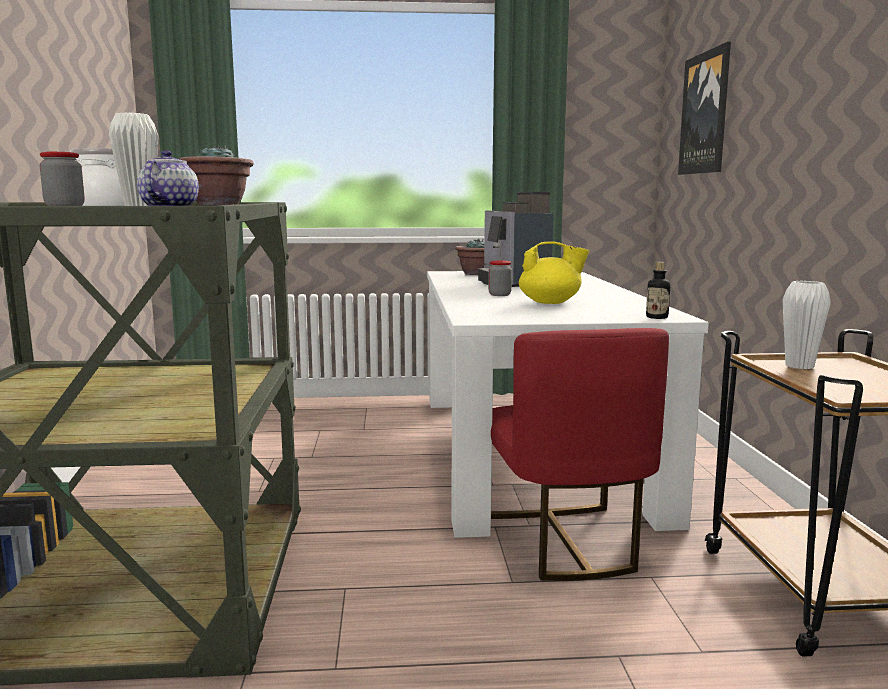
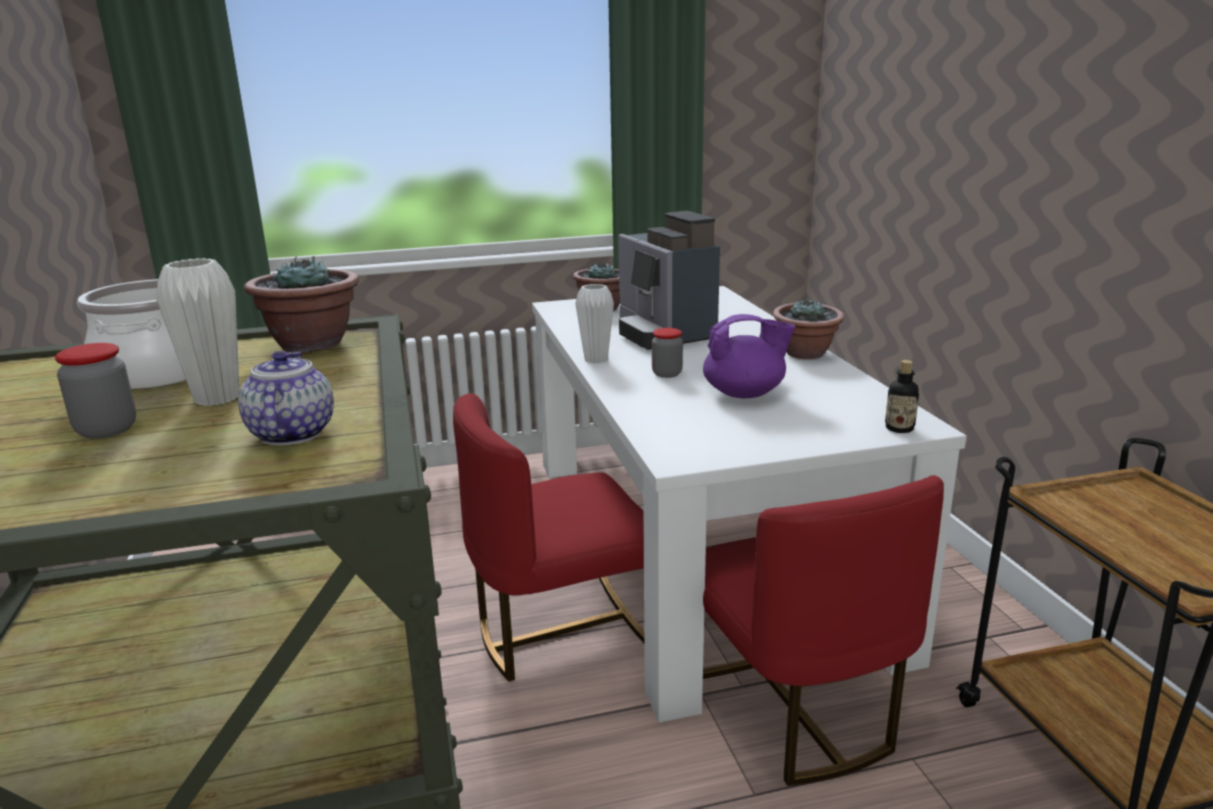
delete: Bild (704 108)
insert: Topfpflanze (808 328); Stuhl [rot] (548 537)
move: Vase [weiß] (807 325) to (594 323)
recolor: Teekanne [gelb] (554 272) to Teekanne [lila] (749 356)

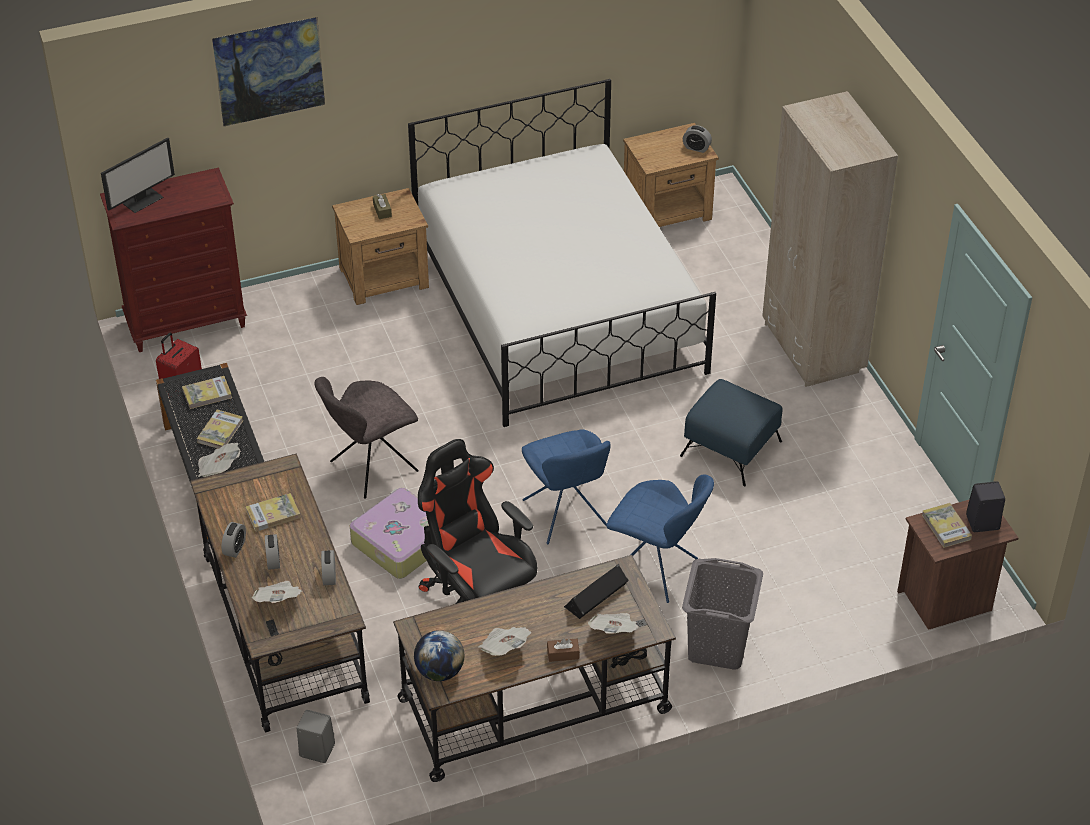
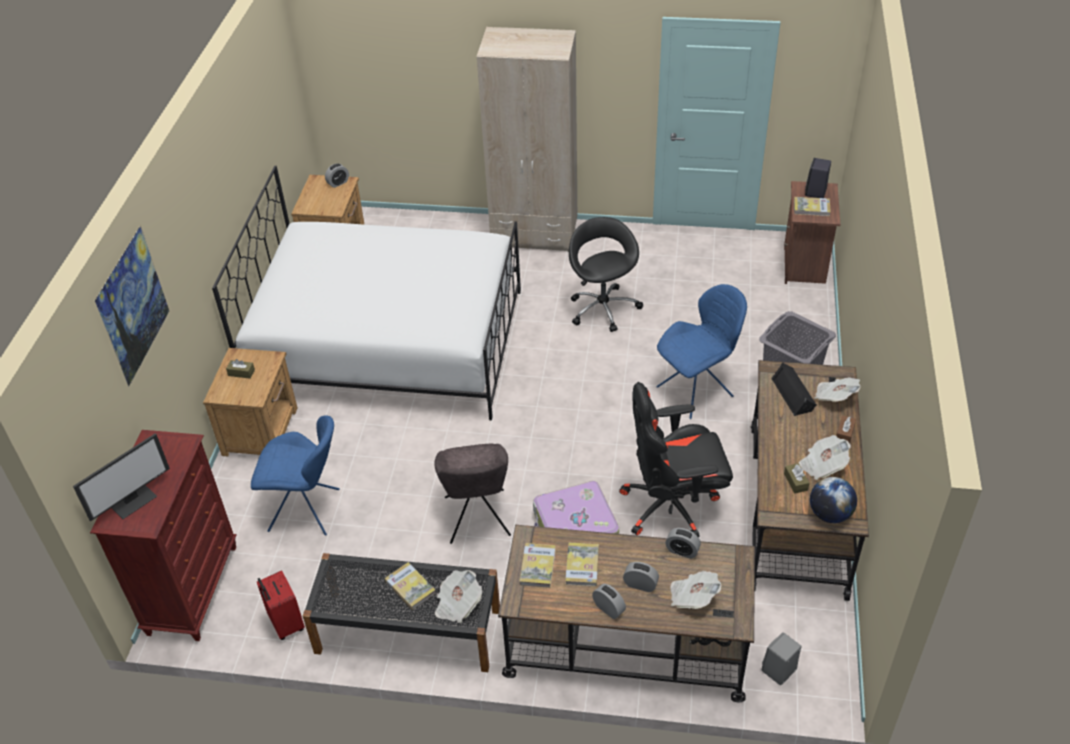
insert: Taschentuchbox [braun] (796 478)
move: Buch (207 392) to (537 565); Stuhl [blau] (566 486) to (295 476)
replace: Polsterhocker [blau] (731 432) to Bürostuhl [schwarz] (606 274)
rotate: Monitor (138 175) = (121 477) 60 degrees clockwise

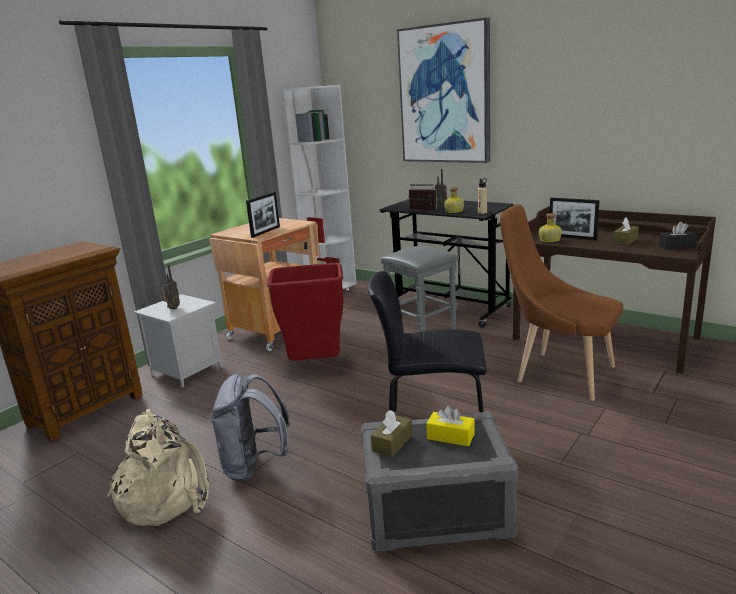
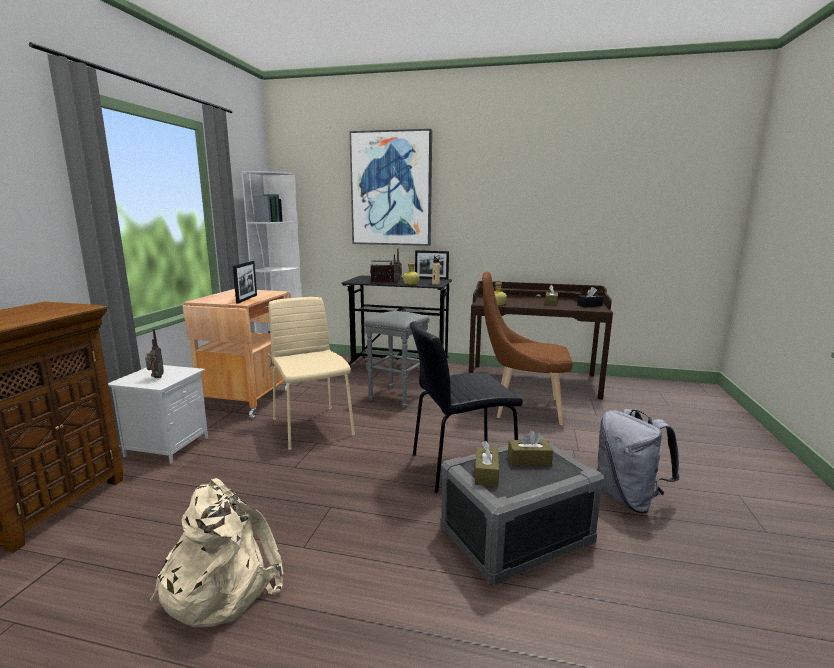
move: Bilderrahmen (575 218) to (432 265); Rucksack [grau] (250 428) to (638 461)
replace: Mülleimer [rot] (305 312) to Stuhl [beige] (311 373)
recolor: Taschentuchbox [gelb] (450 426) to Taschentuchbox [braun] (530 448)

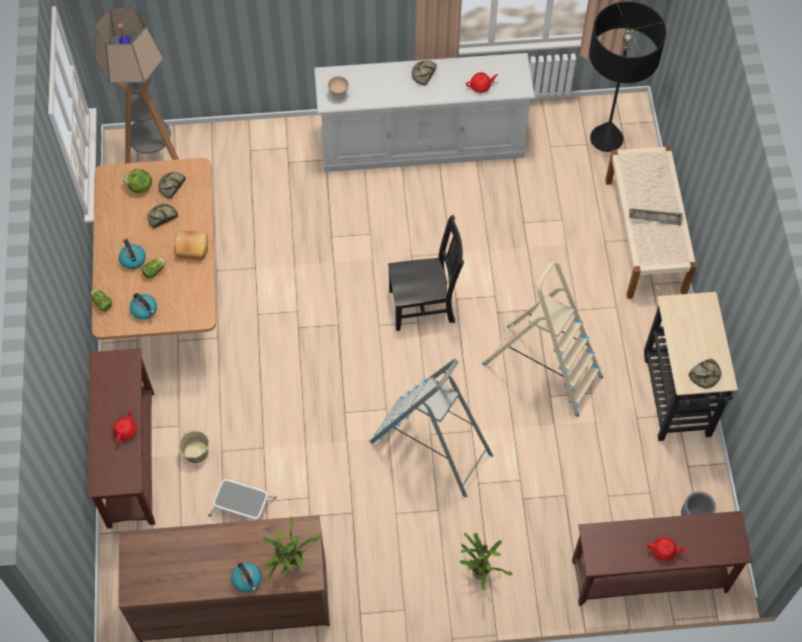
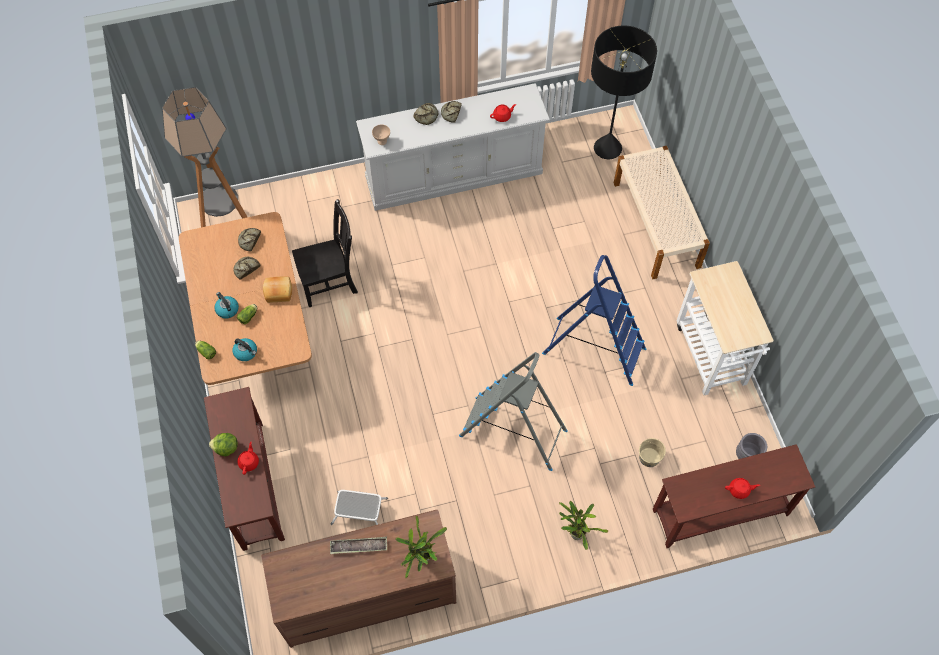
delete: Wasserkessel (246 578)
move: Salatkopf (137 181) to (223 445); Tablett (656 216) to (358 545); Stuhl [schwarz] (426 273) to (325 253); Brot (704 373) to (425 114); Eimer [beige] (193 446) to (652 452)
recolor: Trittleiter [beige] (542 339) to Trittleiter [blau] (594 320); Rollwagen [schwarz] (691 366) to Rollwagen [weiß] (725 328)

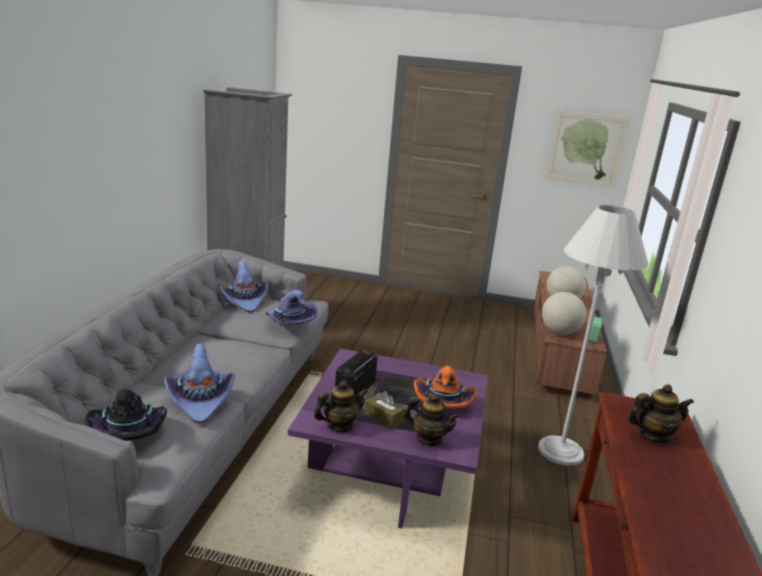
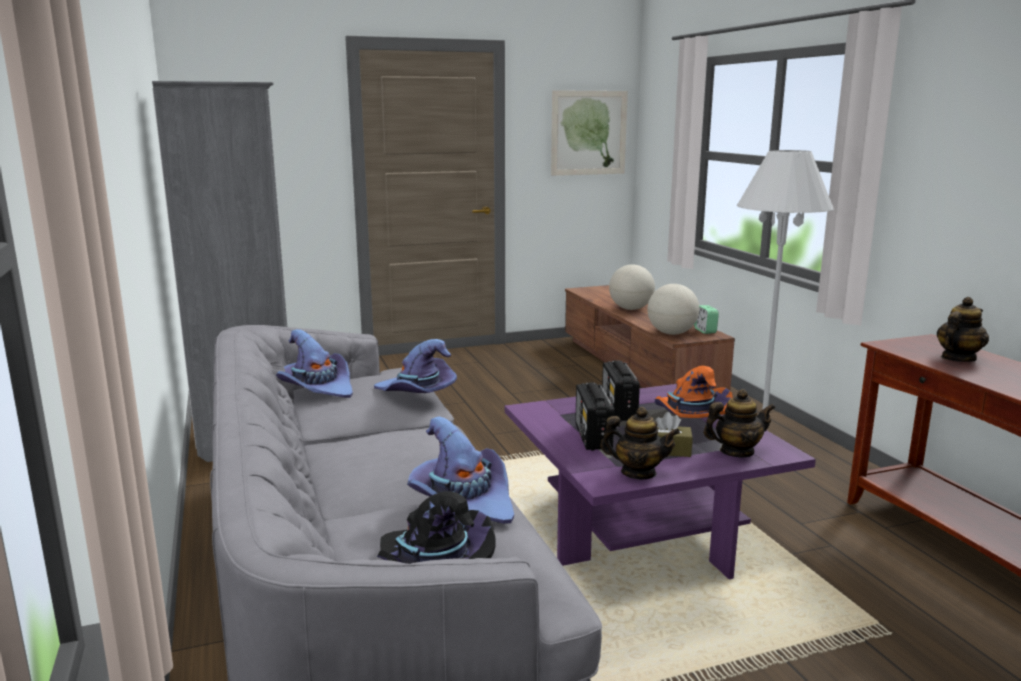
insert: Radio (621 391)
rotate: Teekanne (341 406) = (640 443) 75 degrees clockwise

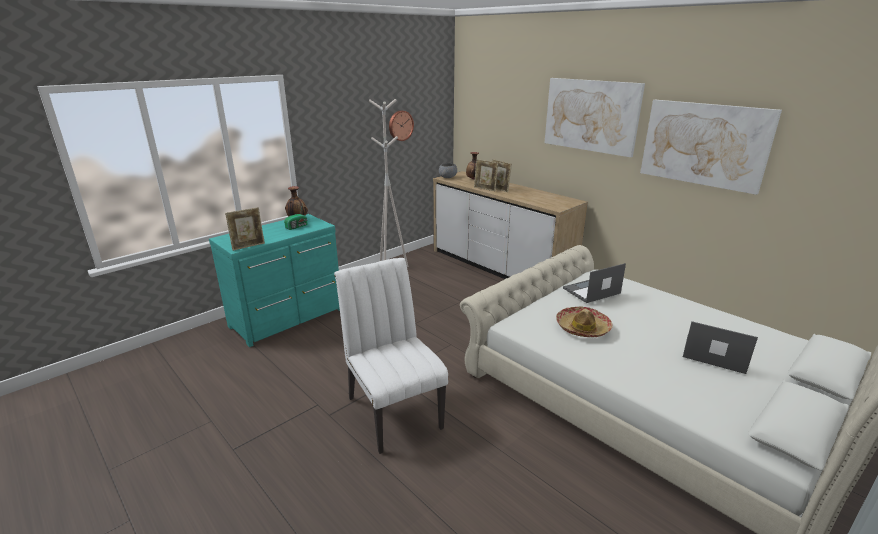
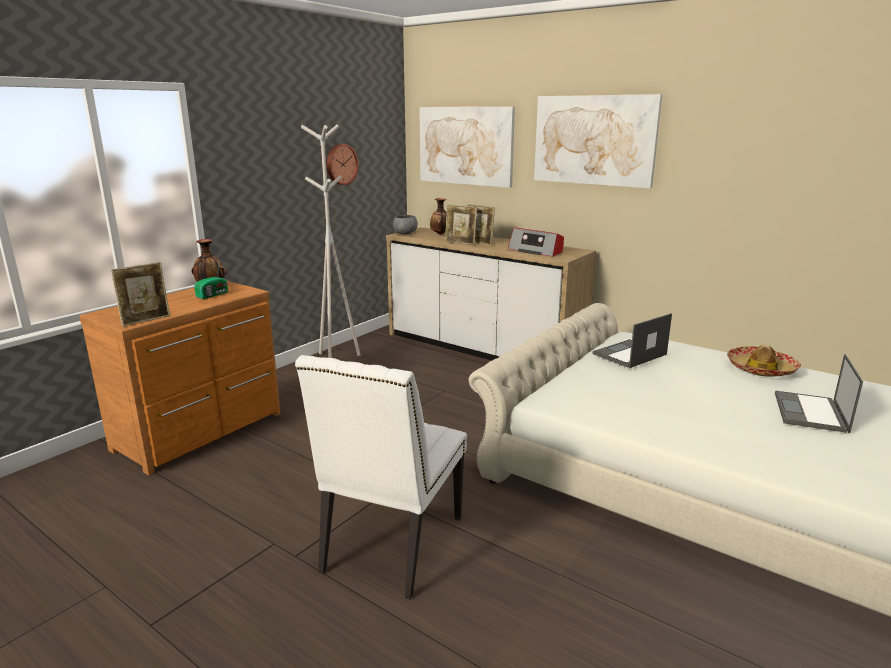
insert: Radio (536 242)
move: Bild (711 147) to (467 147); Hut (584 321) to (764 360)
recolor: Kommode [türkis] (274 280) to Kommode [braun] (179 378)
rotate: Stuhl [weiß] (391 356) = (381 477) 120 degrees counterclockwise; Laptop (720 347) = (819 393) 90 degrees counterclockwise

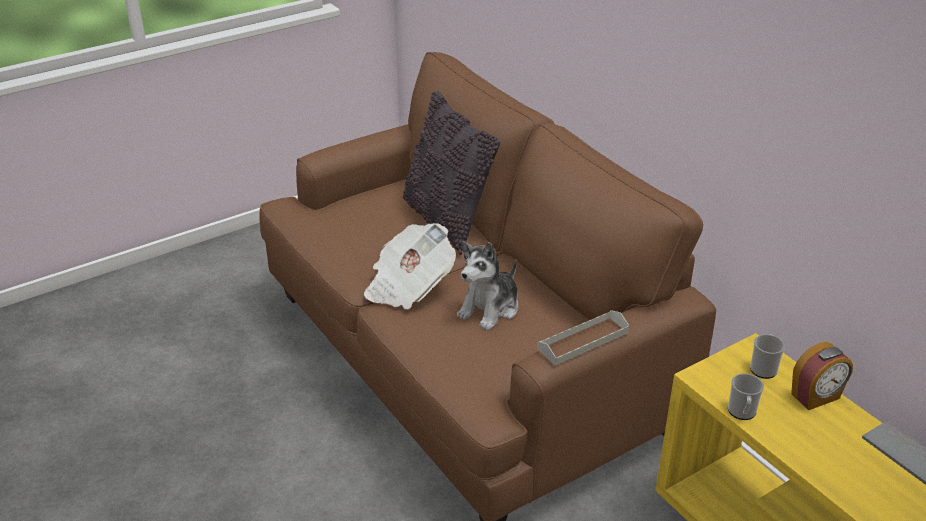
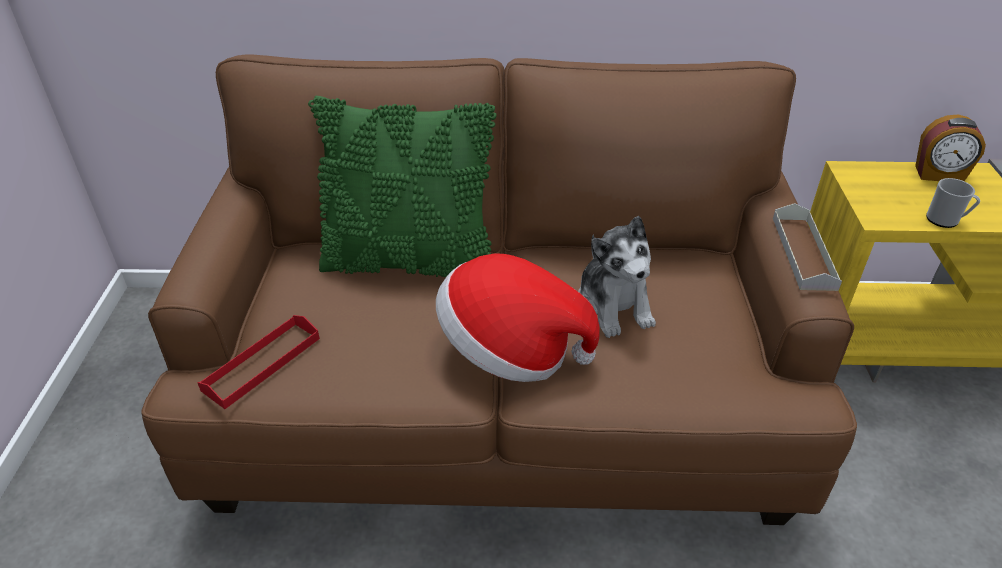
delete: Henkelbecher (767 356)
insert: Tablett [rot] (258 362)
replace: Zeitung (410 266) to Hut (517 317)
recolor: Kissen [schwarz] (451 173) to Kissen [grün] (402 186)
rotate: Wecker (822 376) = (950 147) 90 degrees clockwise

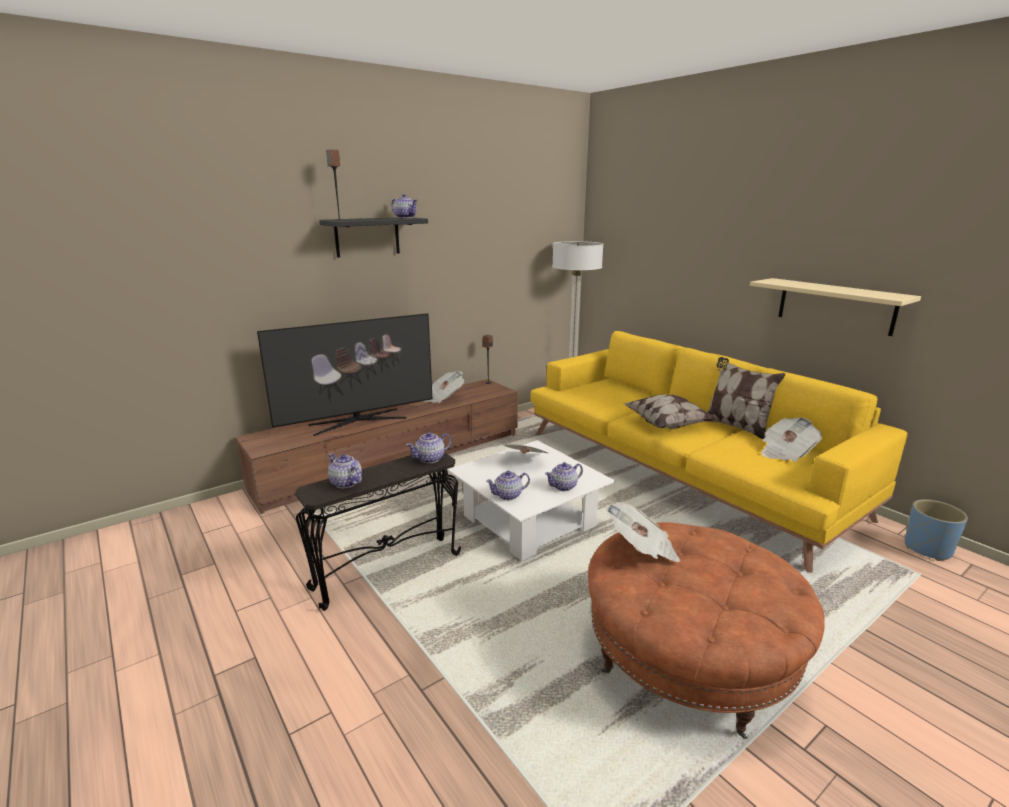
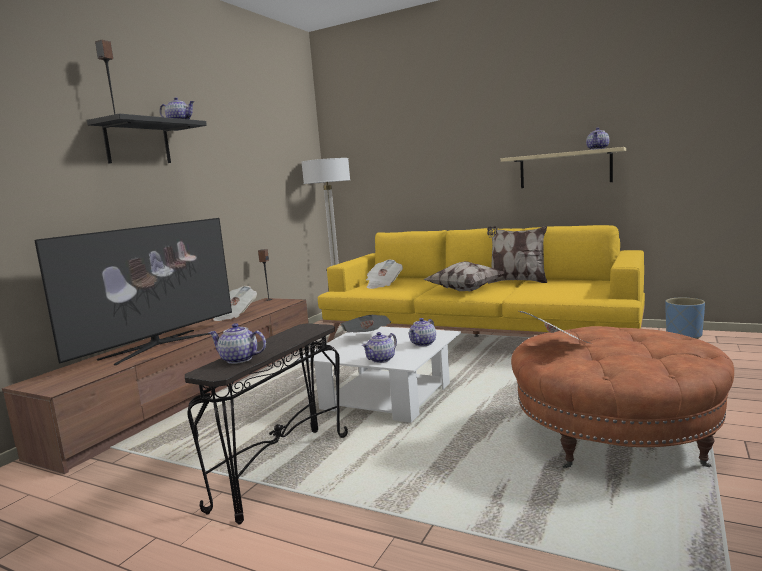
move: Zeitung (791 439) to (384 274); Teekanne (428 447) to (597 139)

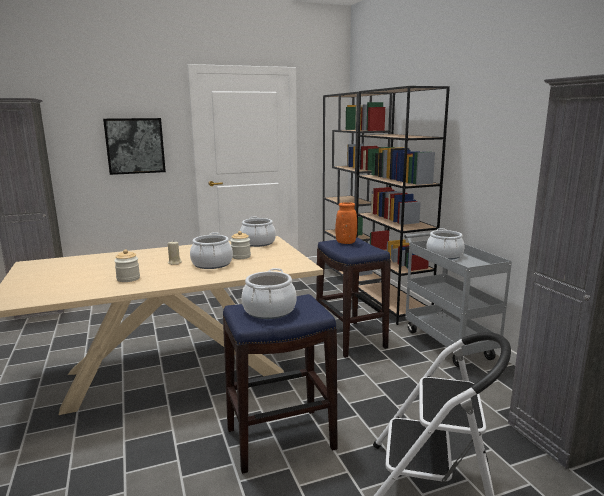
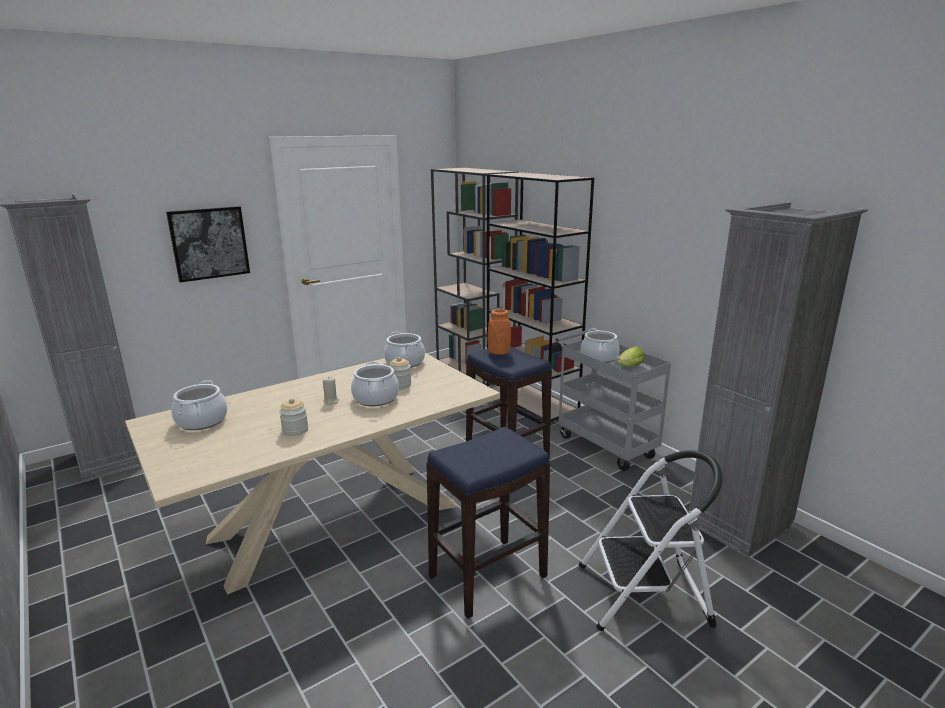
insert: Salatkopf (631 357)
move: Kochtopf (269 293) to (199 405)

